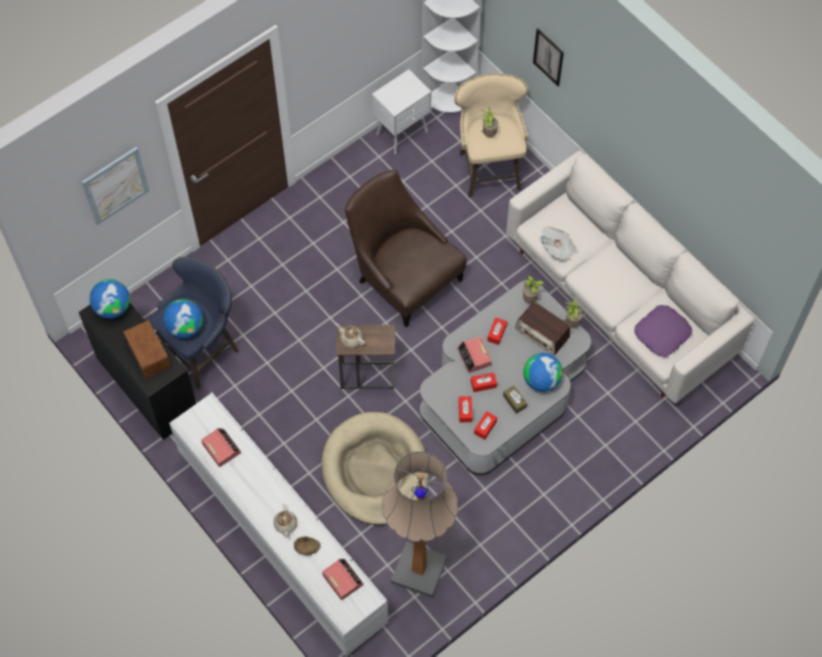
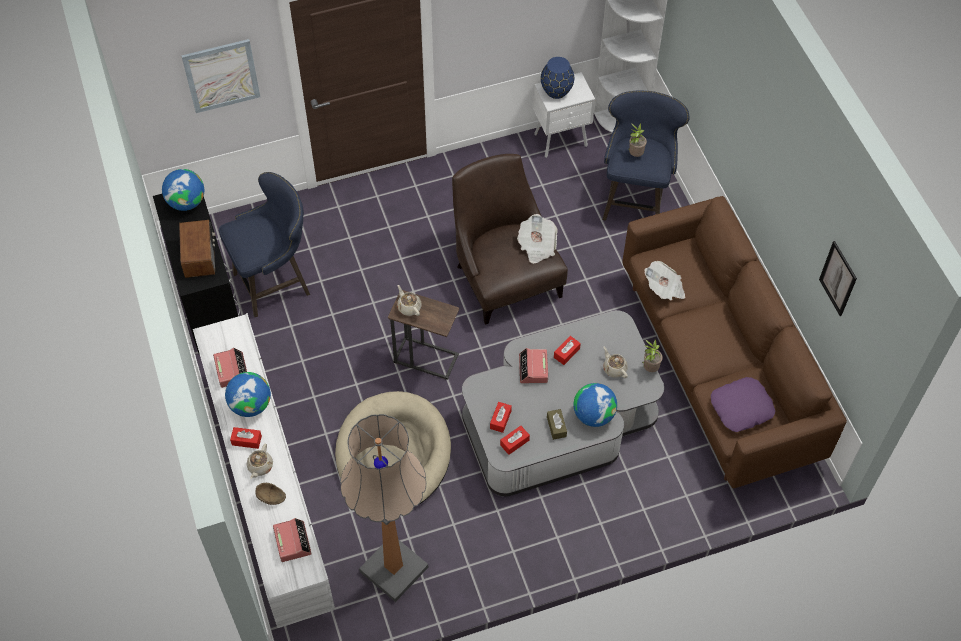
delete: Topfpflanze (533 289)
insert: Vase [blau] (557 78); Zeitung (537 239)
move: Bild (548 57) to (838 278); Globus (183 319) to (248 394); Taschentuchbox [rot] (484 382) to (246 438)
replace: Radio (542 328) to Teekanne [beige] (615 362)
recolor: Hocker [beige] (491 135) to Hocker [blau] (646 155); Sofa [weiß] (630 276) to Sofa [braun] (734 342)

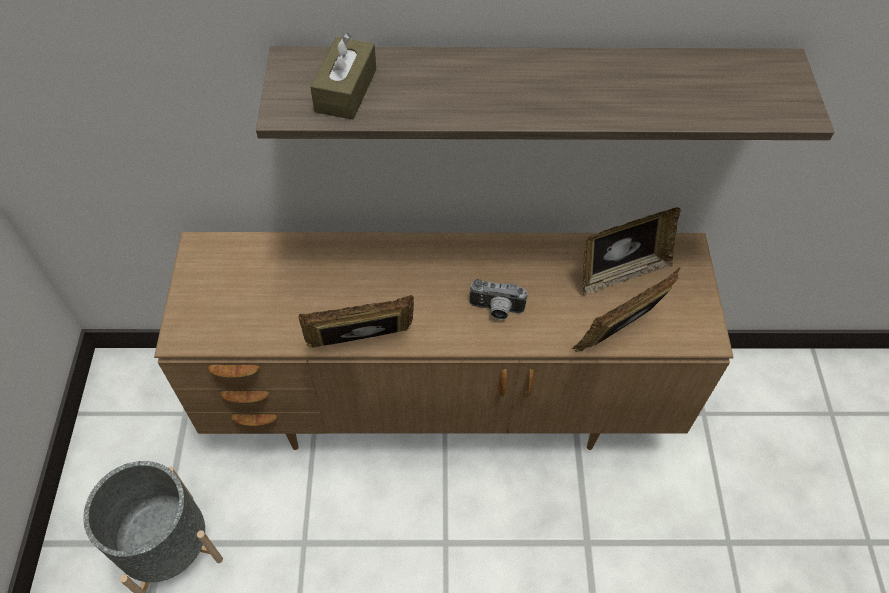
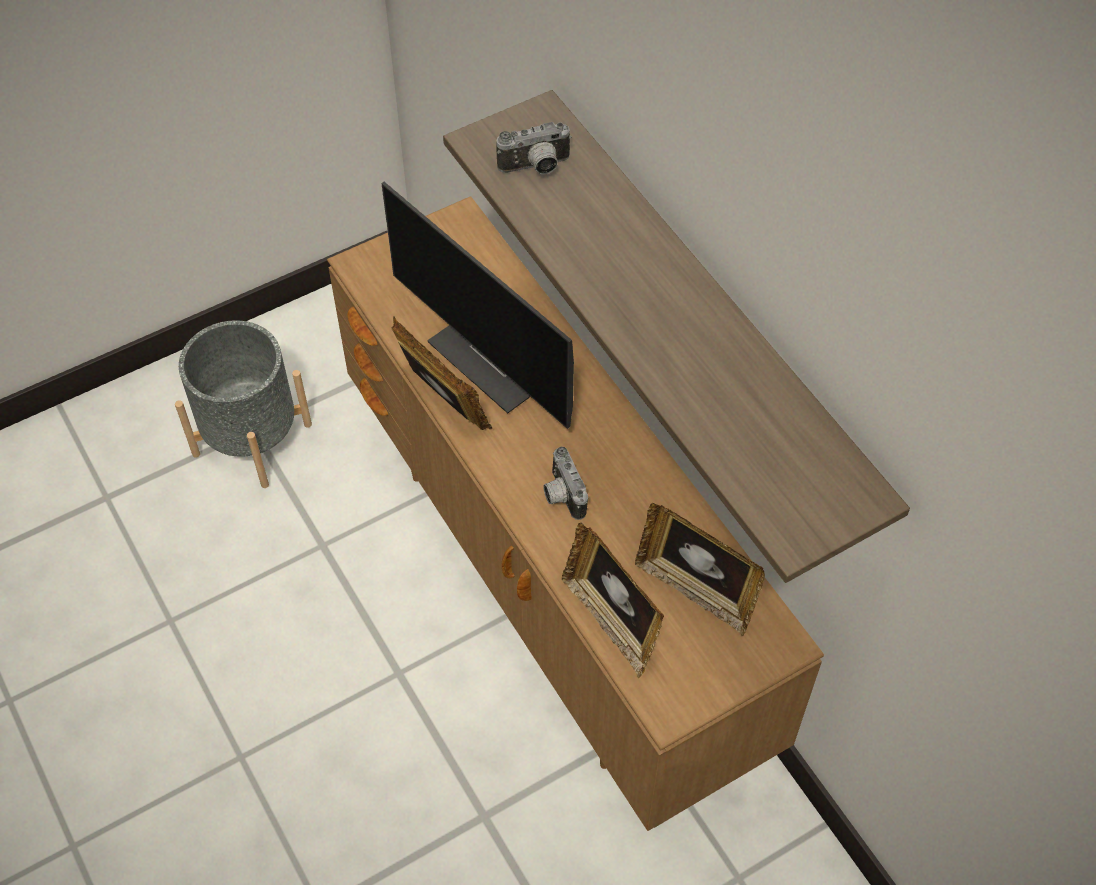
insert: Monitor (477 305)
replace: Taschentuchbox [braun] (343 76) to Kamera (534 148)
rotate: Bilderrahmen (625 309) = (613 600) 150 degrees counterclockwise

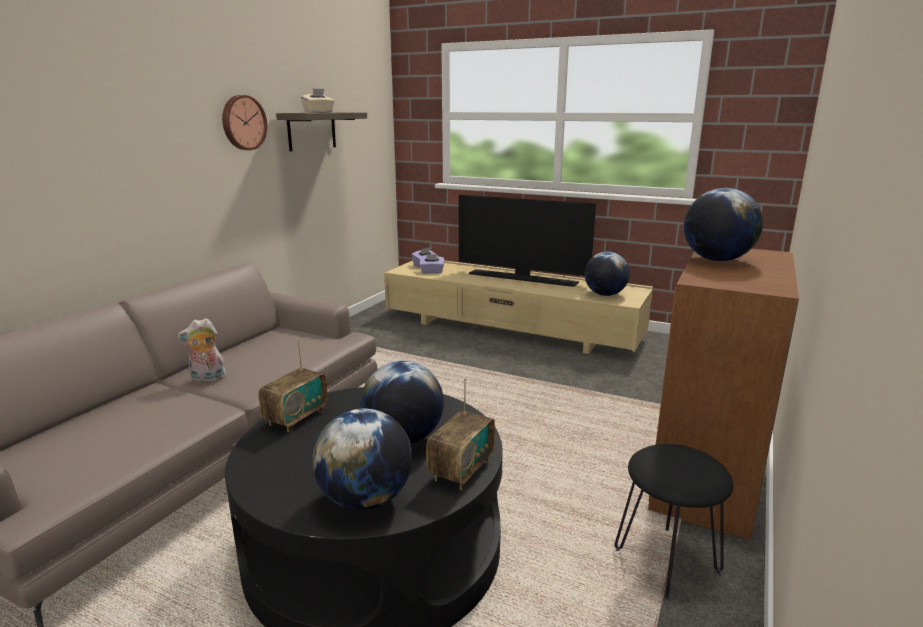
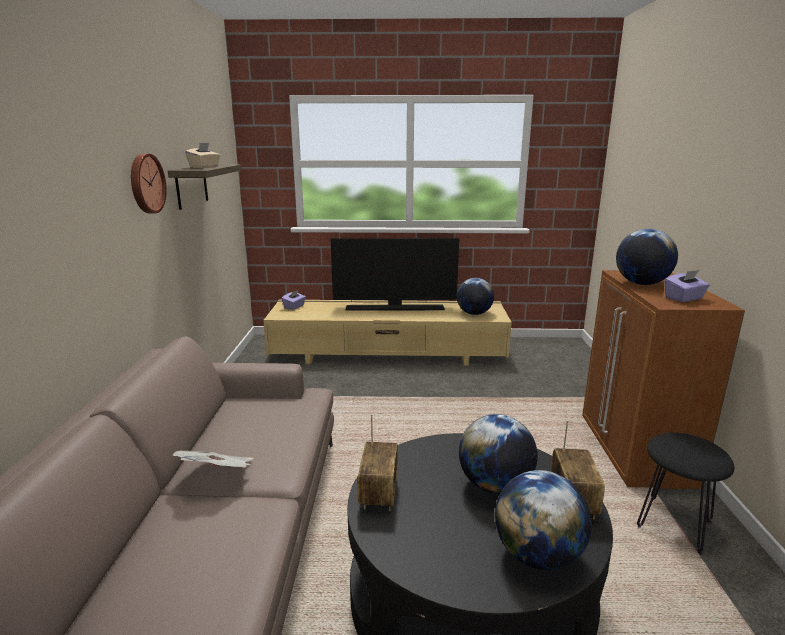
move: Taschentuchbox [lila] (432 263) to (687 286)
replace: Plüschtier (202 350) to Zeitung (213 459)

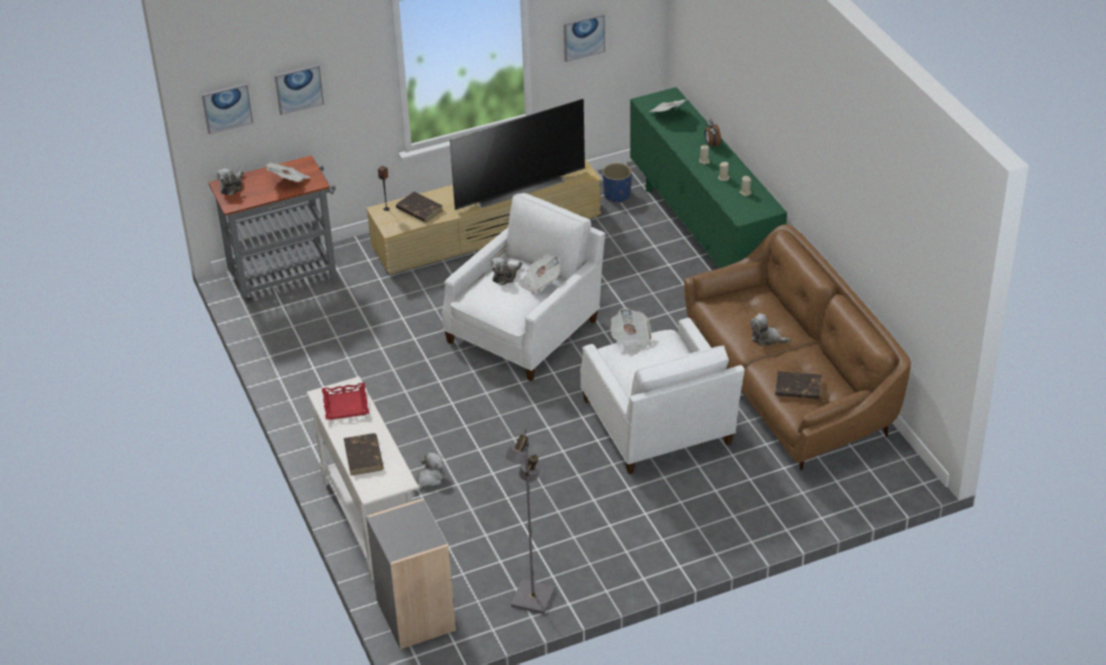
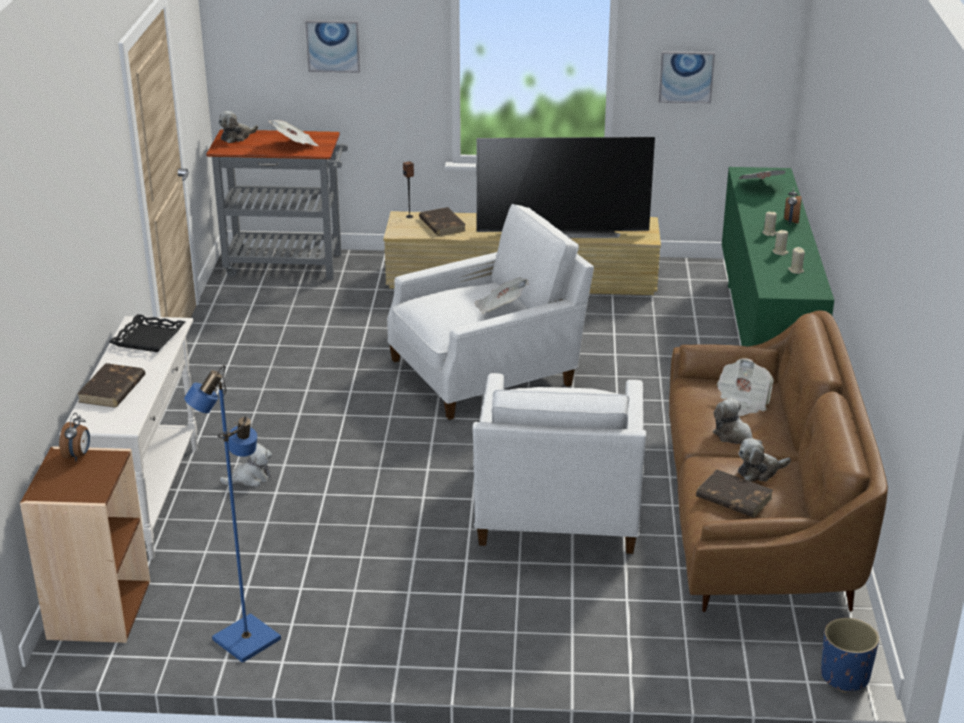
delete: Bild (227 108)
insert: Wecker (74 437)
move: Pflanzkübel [blau] (617 183) to (850 655); Plüschtier (506 271) to (764 460); Zeitung (631 332) to (745 387)
recolor: Tablett [rot] (345 401) to Tablett [schwarz] (147 333); Stehlampe [grau] (530 521) to Stehlampe [blau] (232 514); Bücherregal [grau] (411 573) to Bücherregal [braun] (85 544)

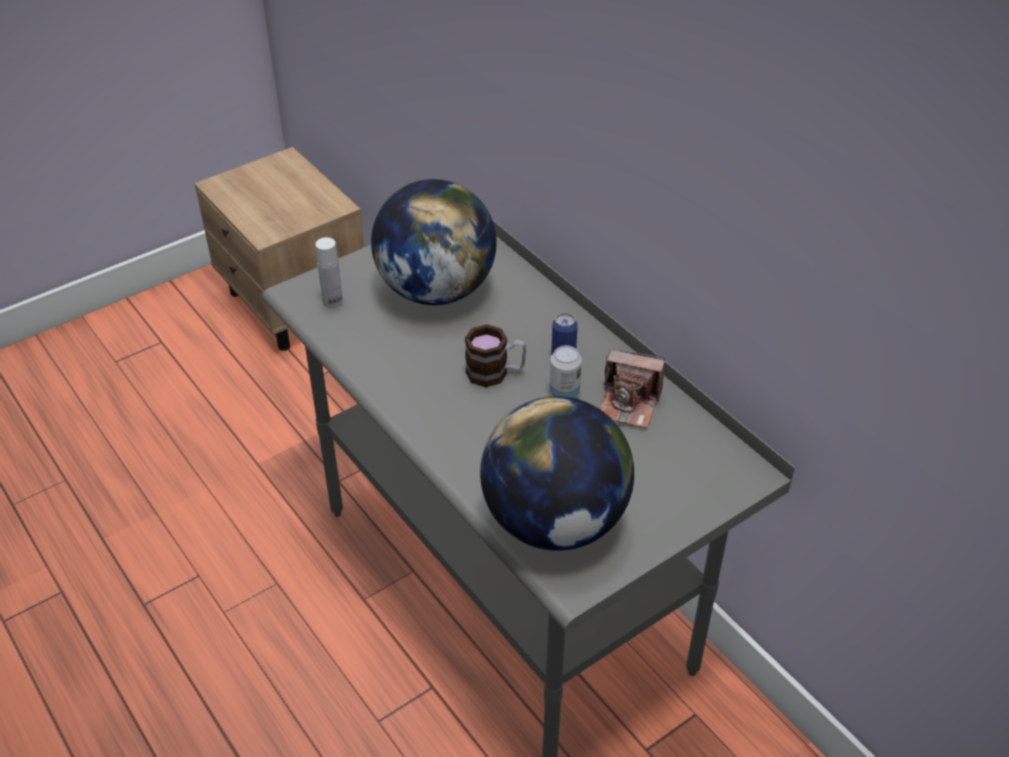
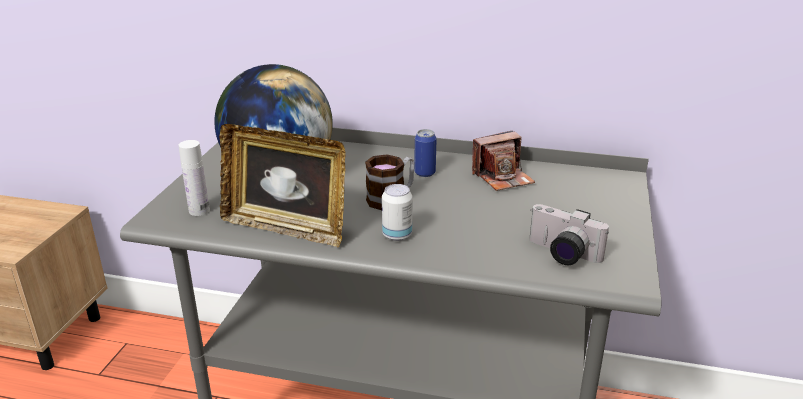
insert: Bilderrahmen (282 185)
move: Dose (565 371) to (397 212)
replace: Globus (557 473) to Kamera (569 234)

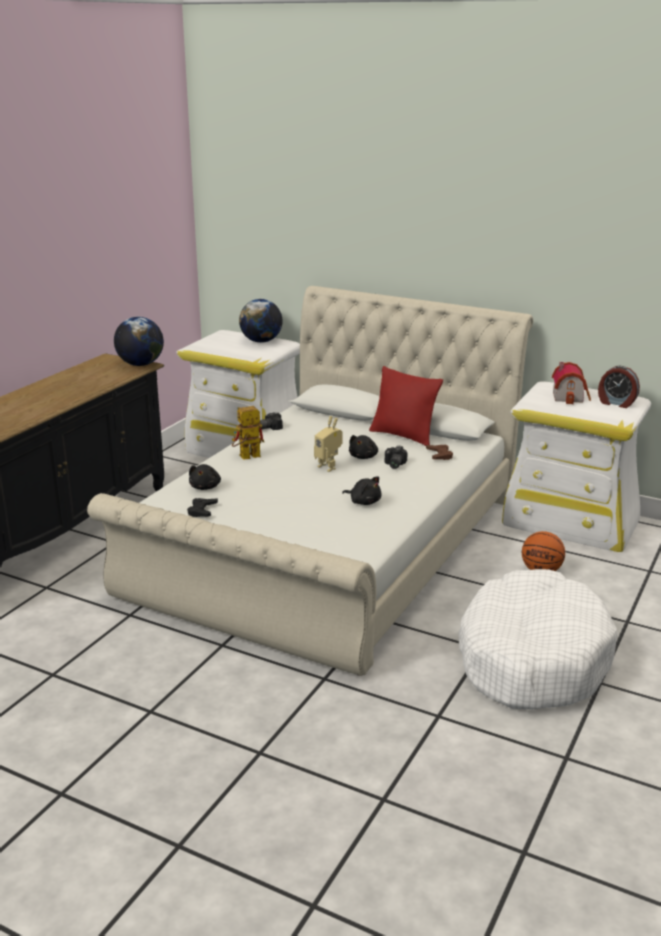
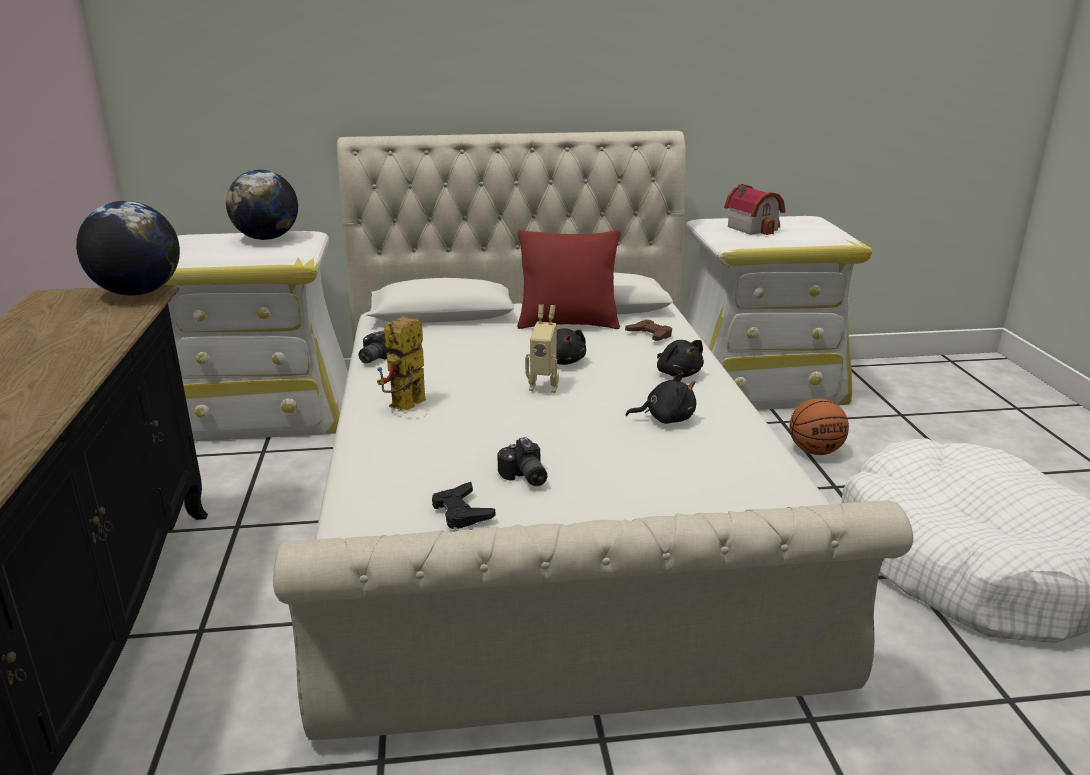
delete: Wecker (619 387)
move: Kamera (396 457) to (522 461); Plüschtier [schwarz] (205 477) to (680 358)

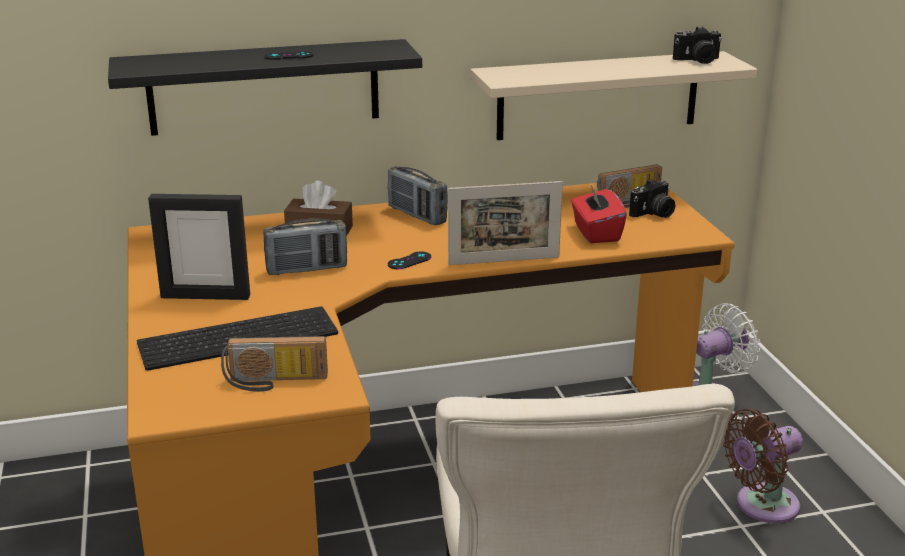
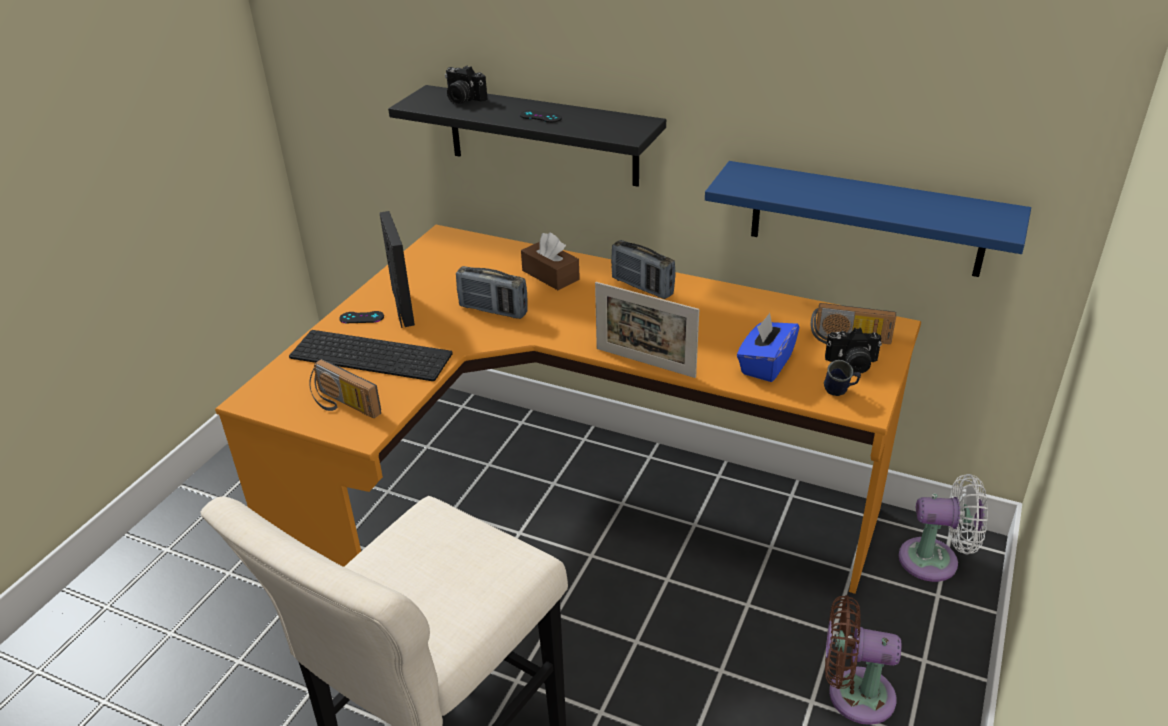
insert: Henkelbecher [blau] (842 378)
move: Kamera (697 45) to (466 85); Gamepad [schwarz] (409 260) to (361 317)
recolor: Wandregal [beige] (614 95) to Wandregal [blau] (868 219); Taschentuchbox [rot] (599 213) to Taschentuchbox [blau] (768 347)
rotate: Radio (418 195) = (643 269) 45 degrees counterclockwise; Bilderrahmen (199 247) = (397 269) 150 degrees counterclockwise

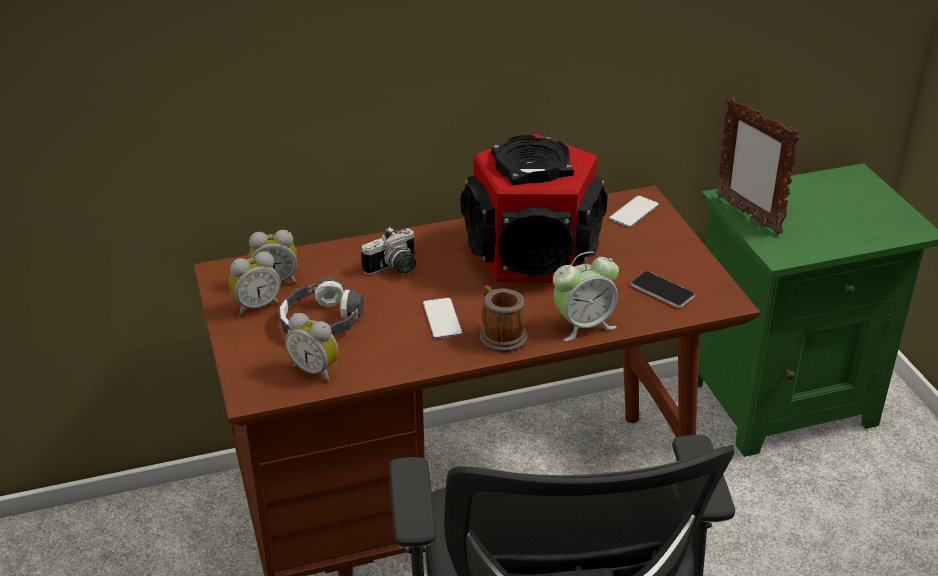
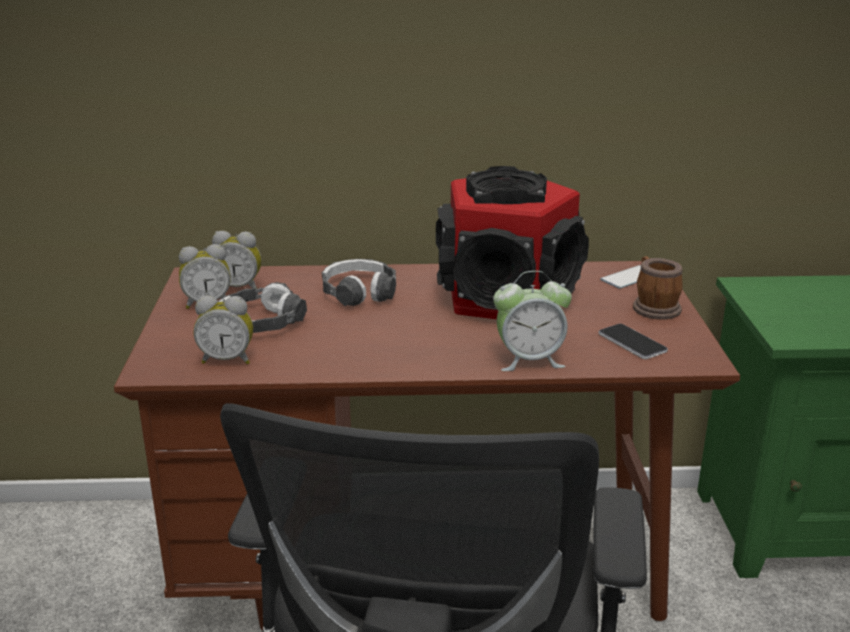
delete: Bilderrahmen (758 166); Handy (443 318)
move: Henkelbecher (504 319) to (658 288)
replace: Kamera (388 251) to Kopfhörer (358 282)
rotate: Wecker (311 347) = (223 330) 45 degrees counterclockwise

